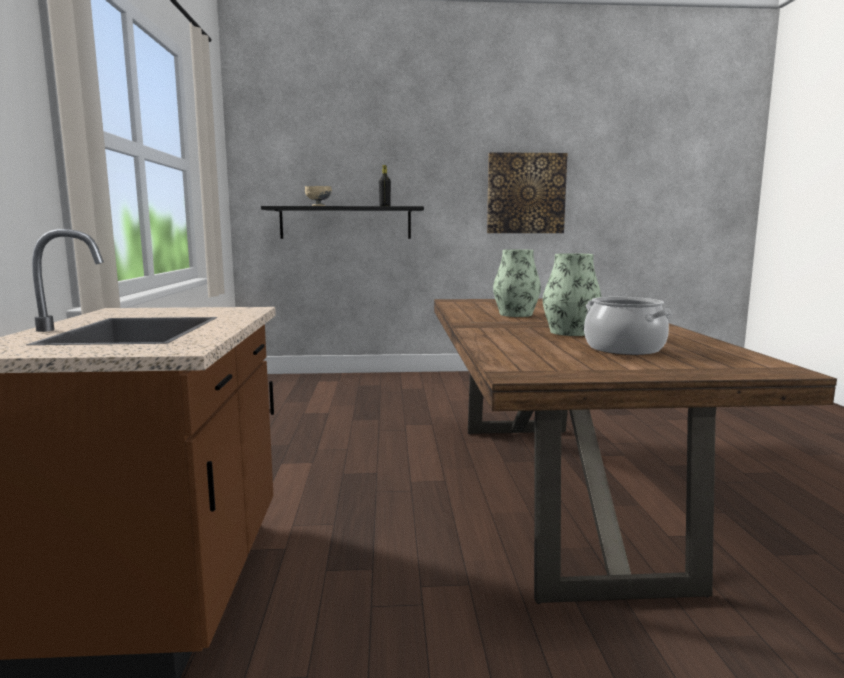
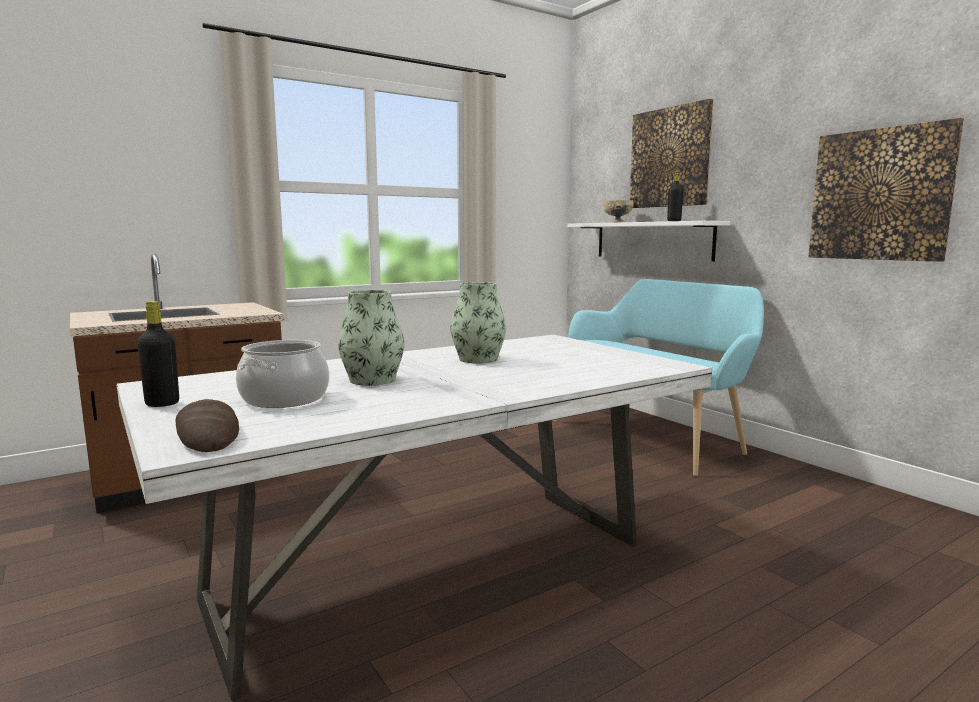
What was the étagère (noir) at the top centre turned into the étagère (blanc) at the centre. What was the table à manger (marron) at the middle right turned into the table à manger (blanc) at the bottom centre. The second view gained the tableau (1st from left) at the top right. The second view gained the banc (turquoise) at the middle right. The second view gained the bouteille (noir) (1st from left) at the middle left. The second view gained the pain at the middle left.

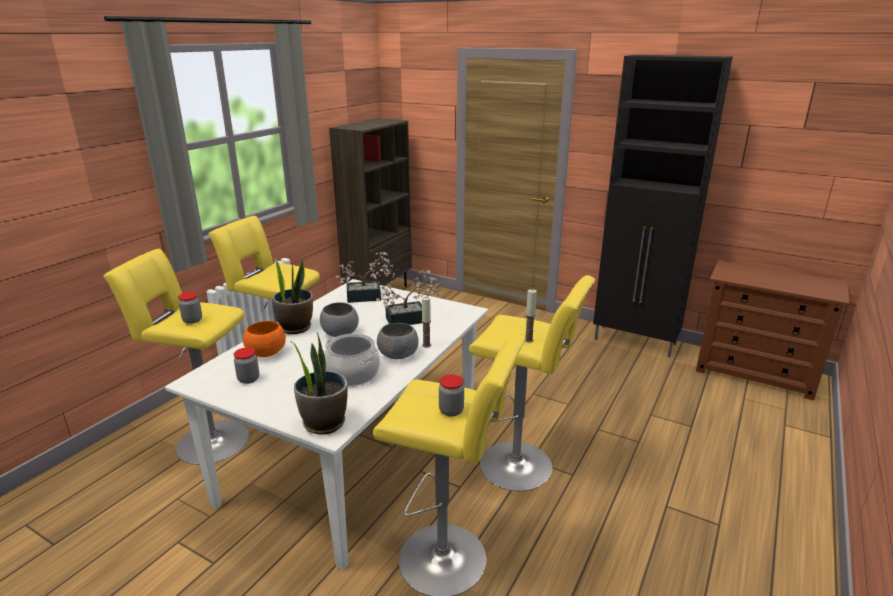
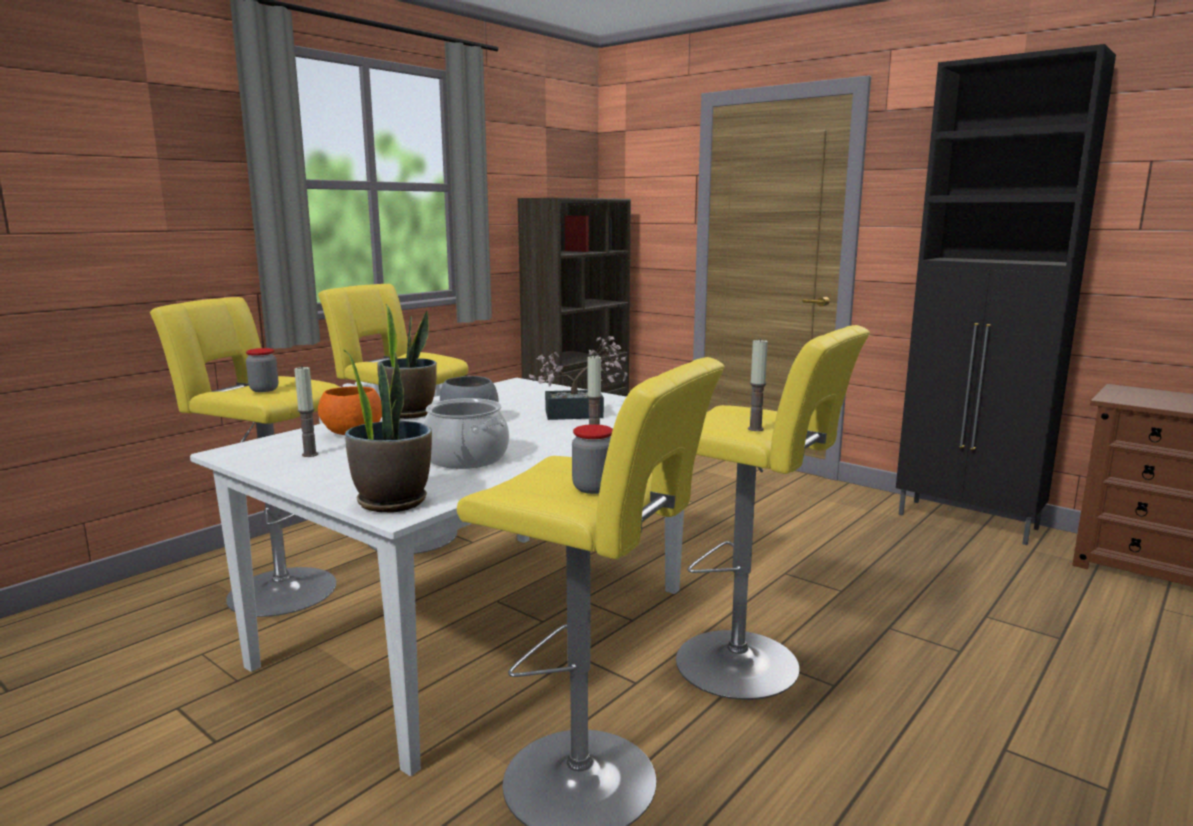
The second view lost the plante en pot (3rd from left) at the centre. The second view lost the bol (gris) (2nd from left) at the centre. Where the bocal (2nd from left) stood at the middle left, the bougie (1st from left) came to stand at the middle left.

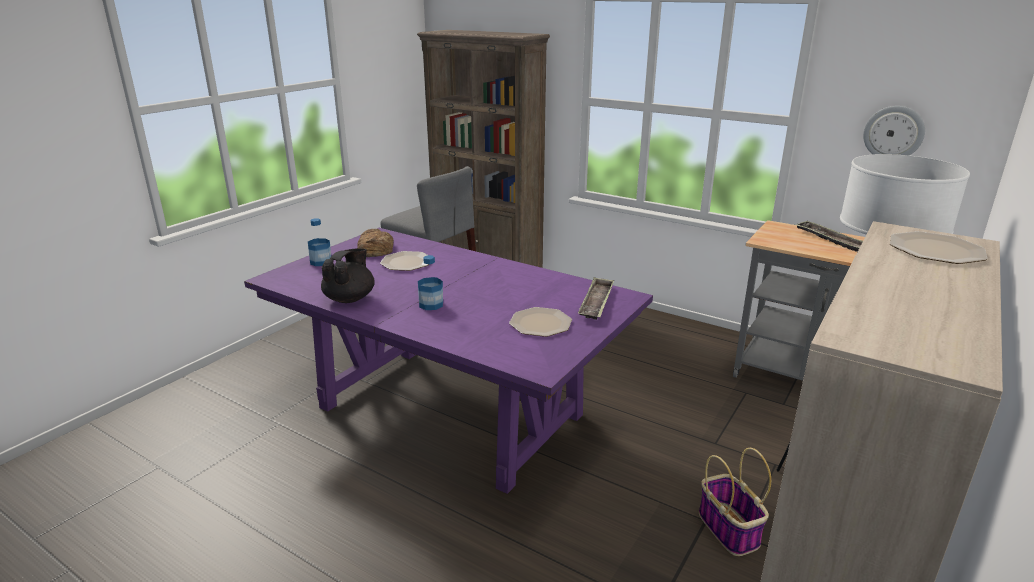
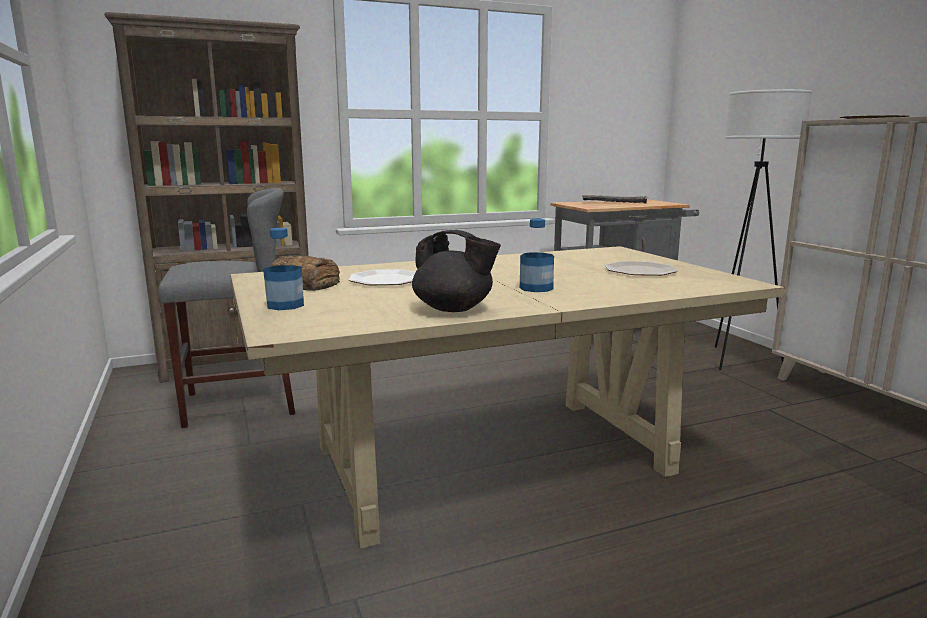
The second view lost the horloge murale at the top right. What was the table à manger (violet) at the centre turned into the table à manger (beige) at the centre. The théière (noir) at the centre ended up facing another way, 150 degrees clockwise from before. The second view lost the plateau (1st from left) at the centre. The second view lost the panier at the bottom right.

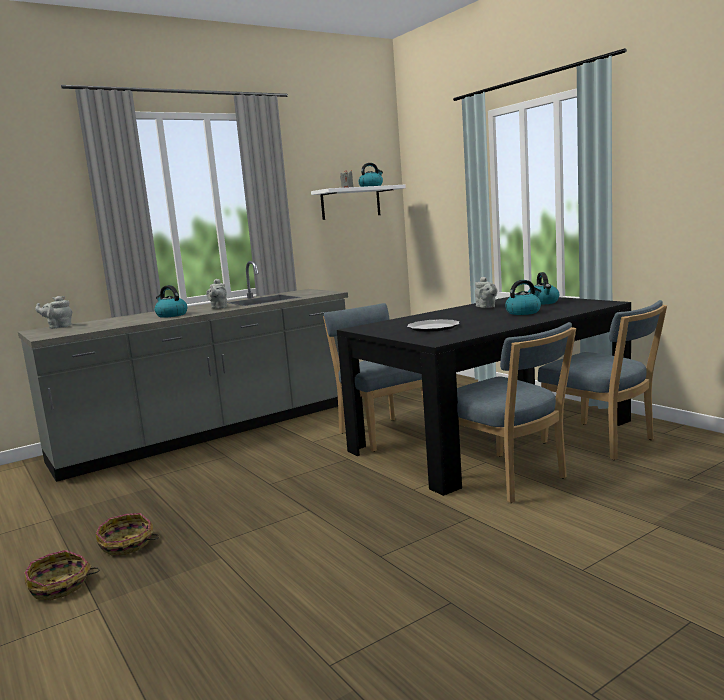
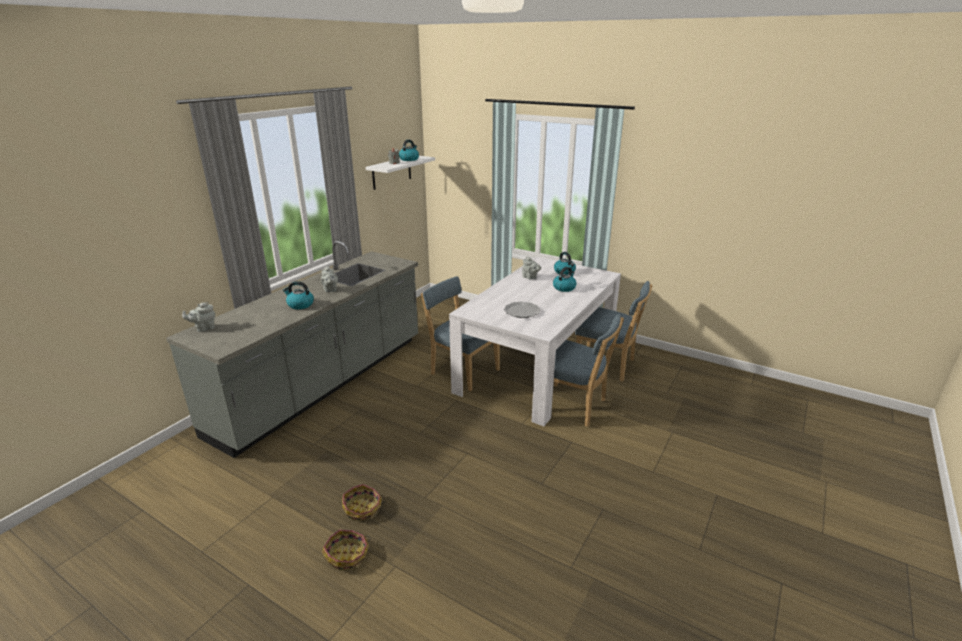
What was the table à manger (noir) at the middle right turned into the table à manger (blanc) at the centre.

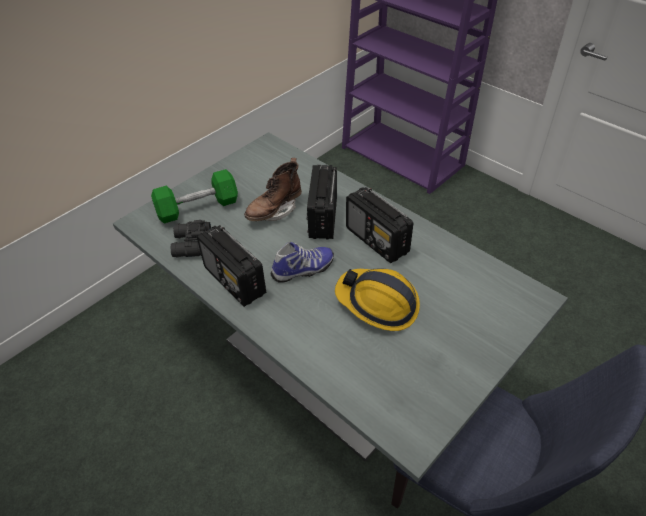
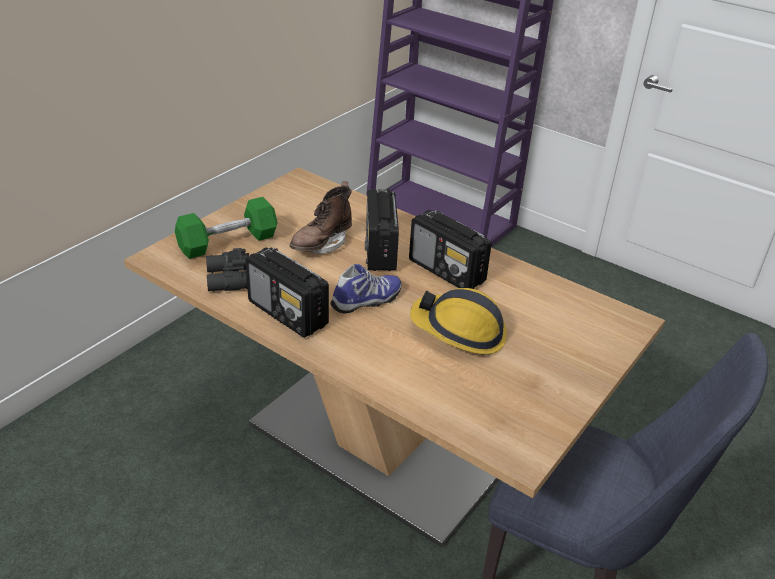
What was the table à manger (gris) at the centre turned into the table à manger (marron) at the centre.

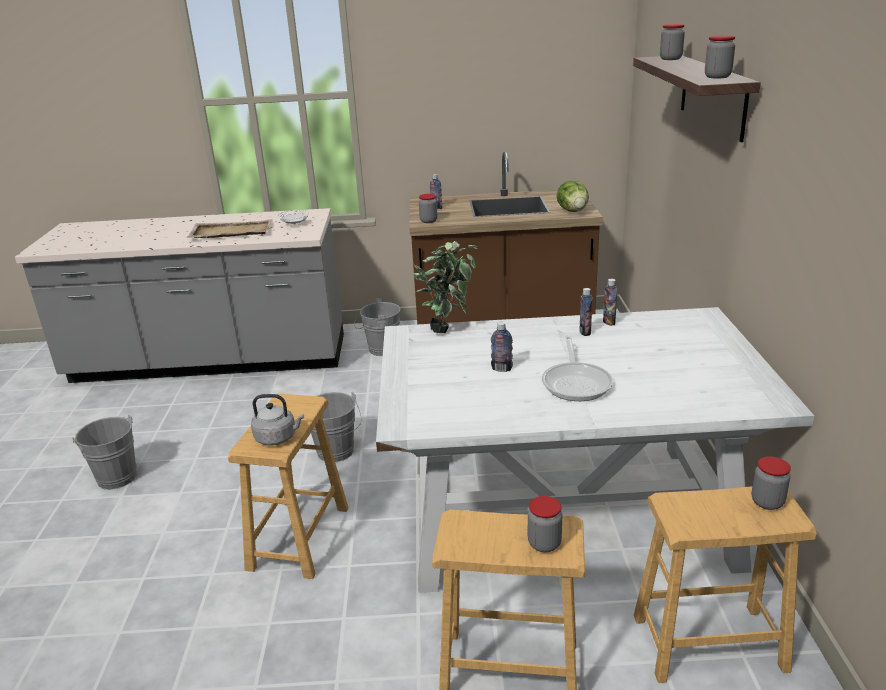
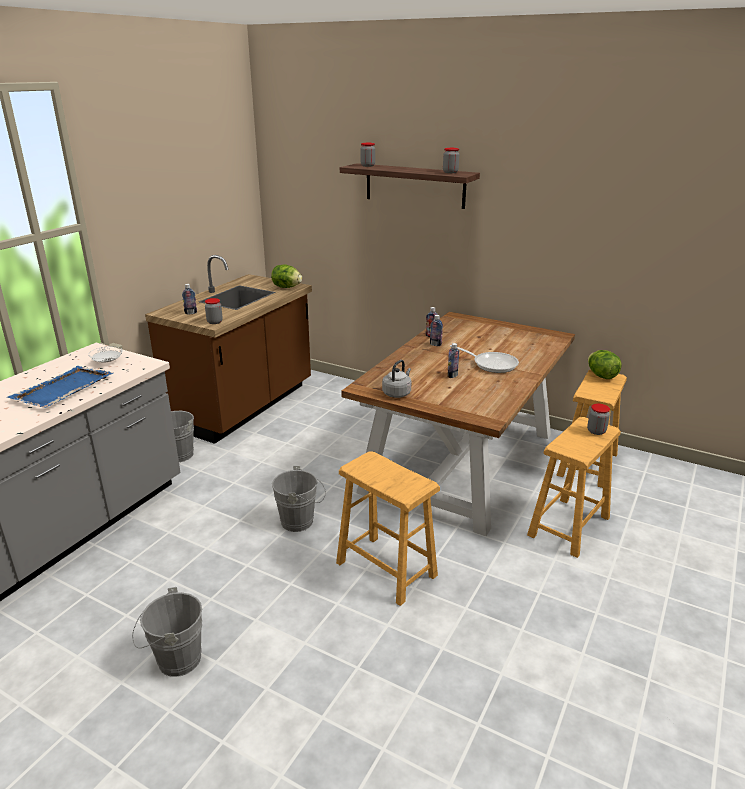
What was the plateau (beige) at the top left turned into the plateau (bleu) at the middle left. The second view lost the plante en pot at the centre. What was the table à manger (blanc) at the middle right turned into the table à manger (marron) at the centre. The bouilloire (gris) ended up elsewhere, having gone from the middle left to the centre. Where the bocal (5th from left) stood at the bottom right, the laitue (2nd from left) came to stand at the middle right.

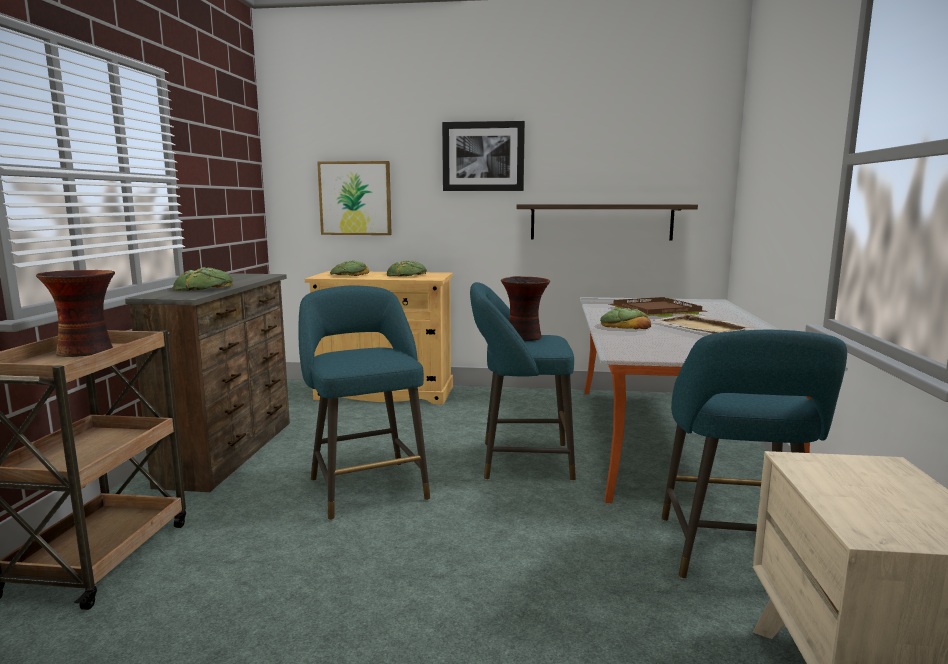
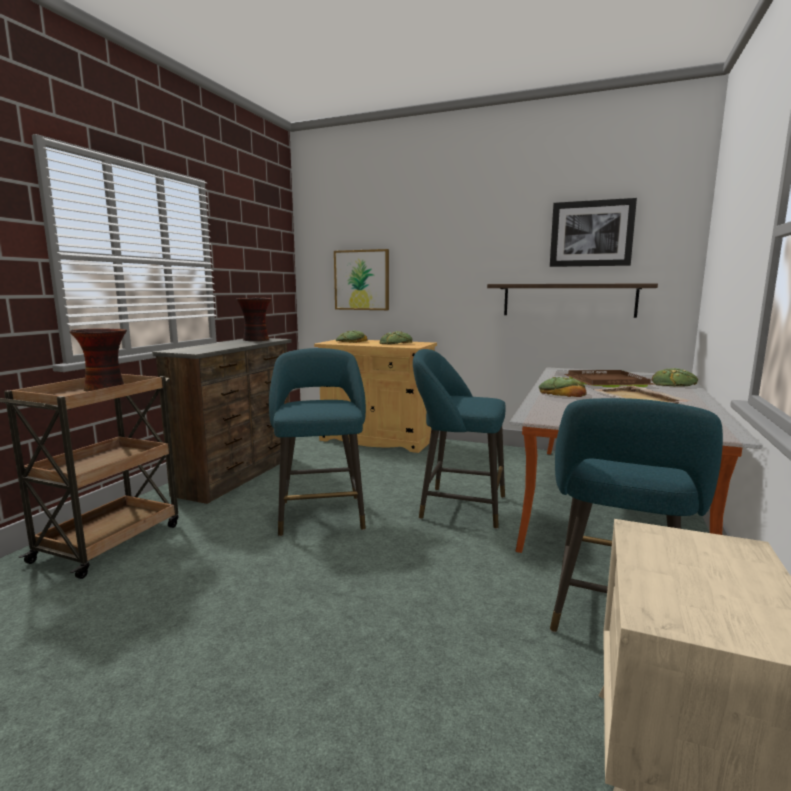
The tableau (2nd from left) ended up elsewhere, having gone from the top centre to the top right. The pain (1st from left in the first image) ended up elsewhere, having gone from the middle left to the middle right. The vase (2nd from left) ended up elsewhere, having gone from the centre to the middle left.

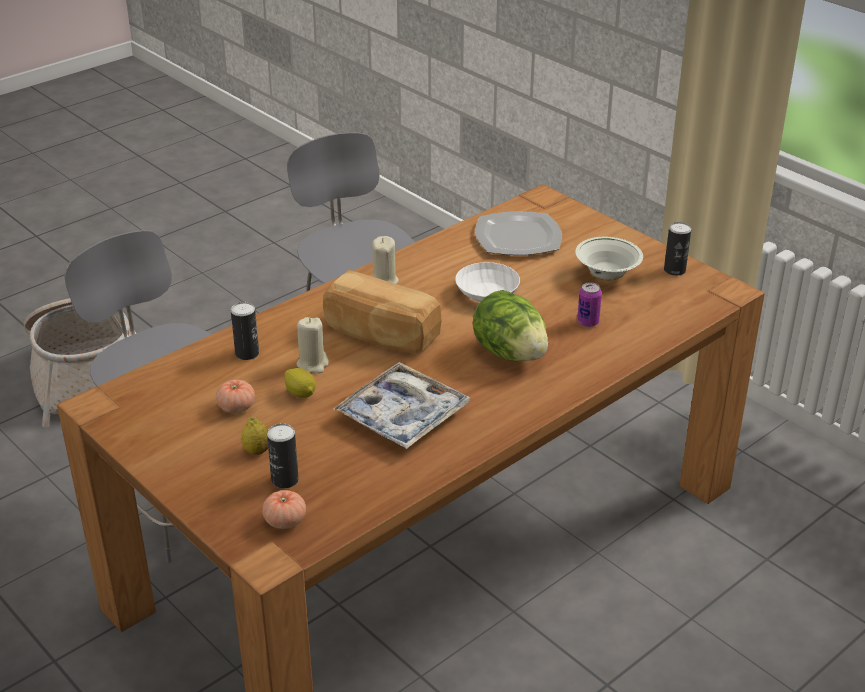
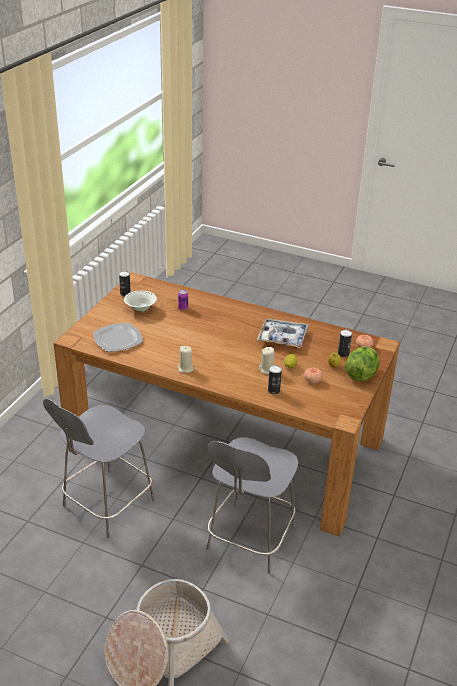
The second view lost the bol (blanc) (1st from left) at the centre. The second view lost the pain at the centre. The laitue ended up elsewhere, having gone from the centre to the middle right.

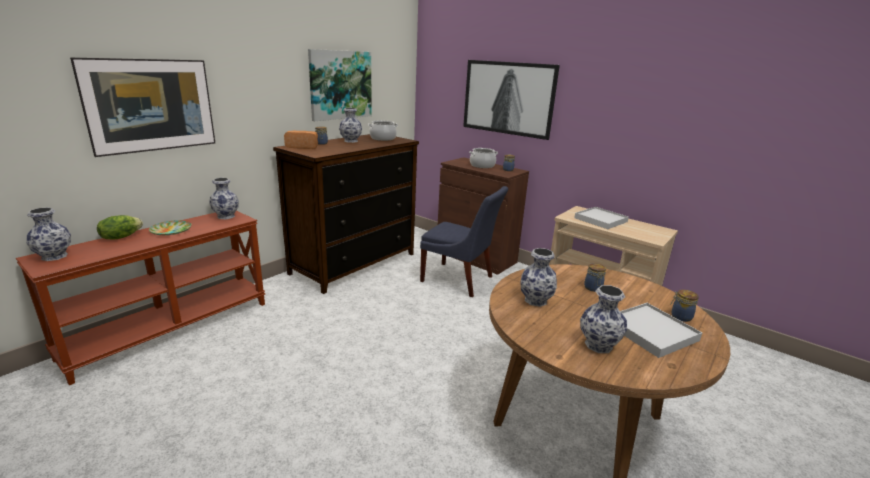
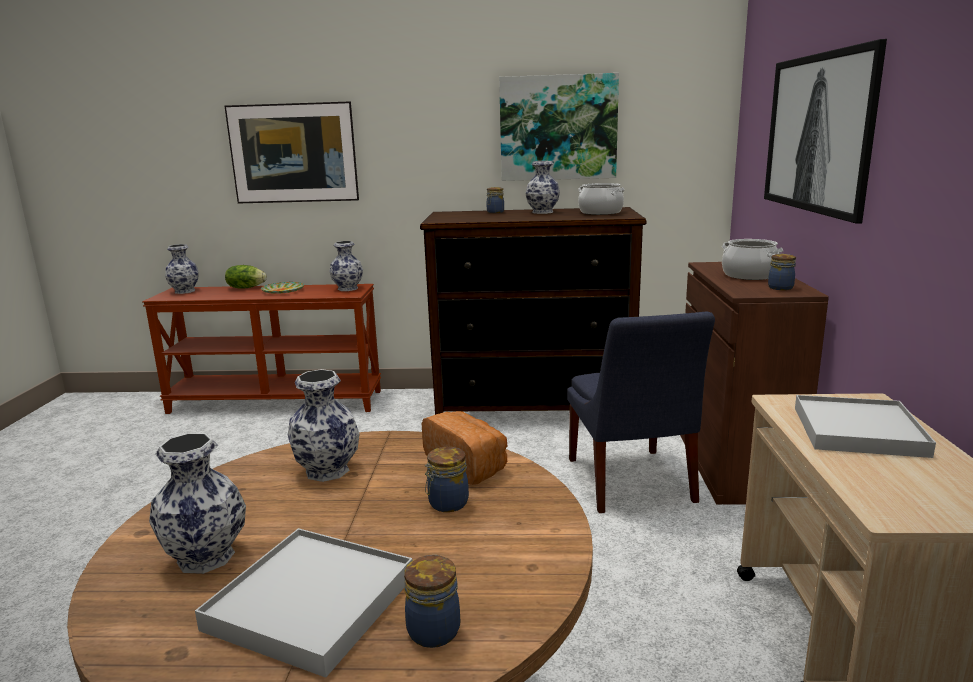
The pain ended up elsewhere, having gone from the top centre to the centre.

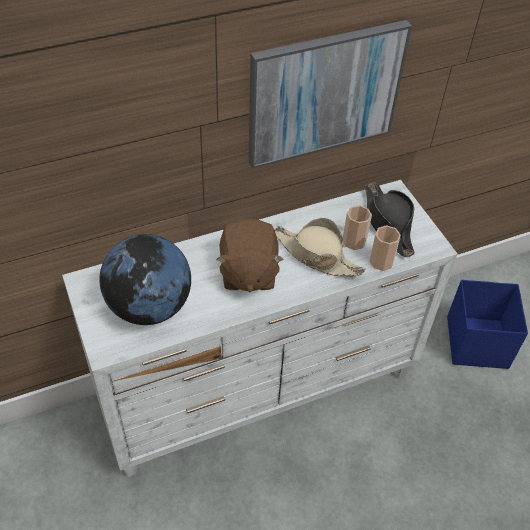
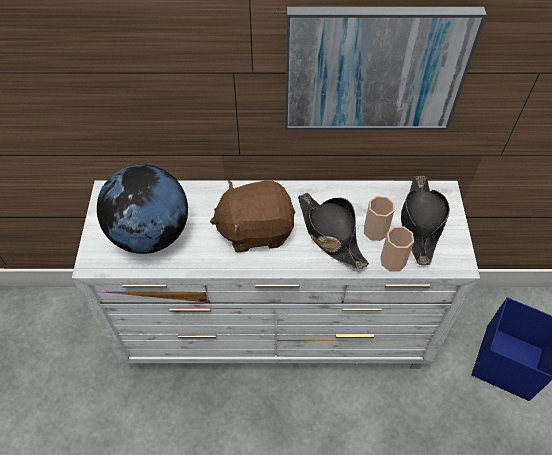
What was the chapeau (beige) at the centre turned into the chapeau (noir) (1st from left) at the centre. The peluche (marron) at the centre ended up facing another way, 60 degrees clockwise from before.

